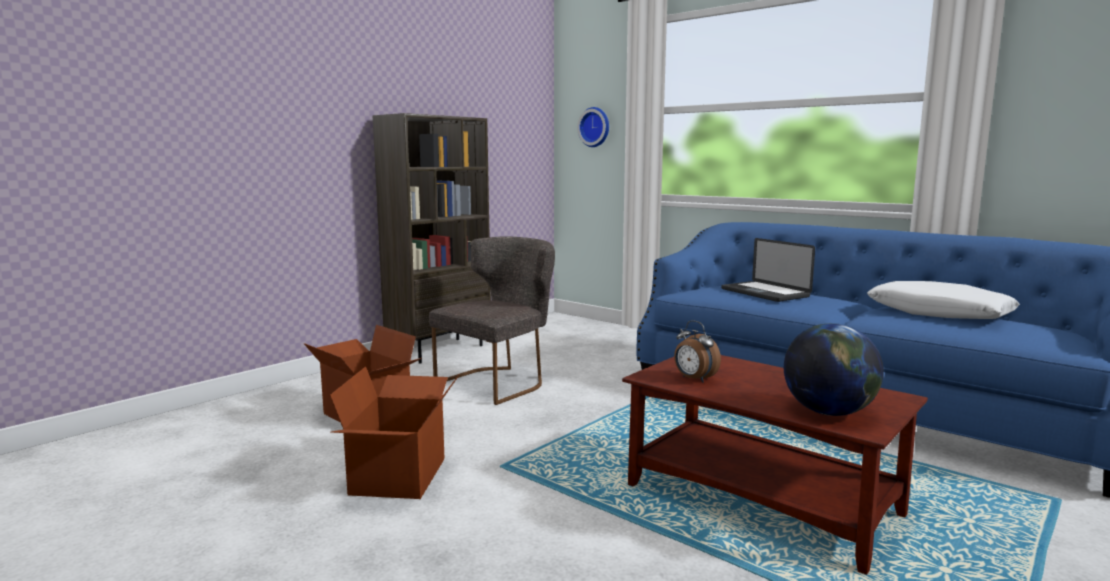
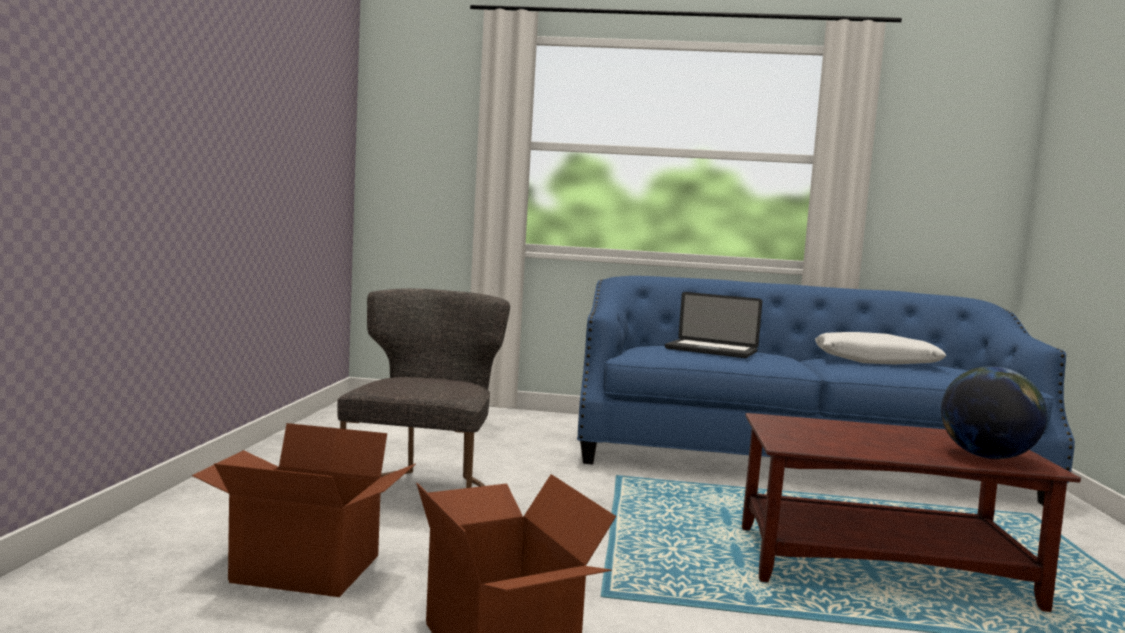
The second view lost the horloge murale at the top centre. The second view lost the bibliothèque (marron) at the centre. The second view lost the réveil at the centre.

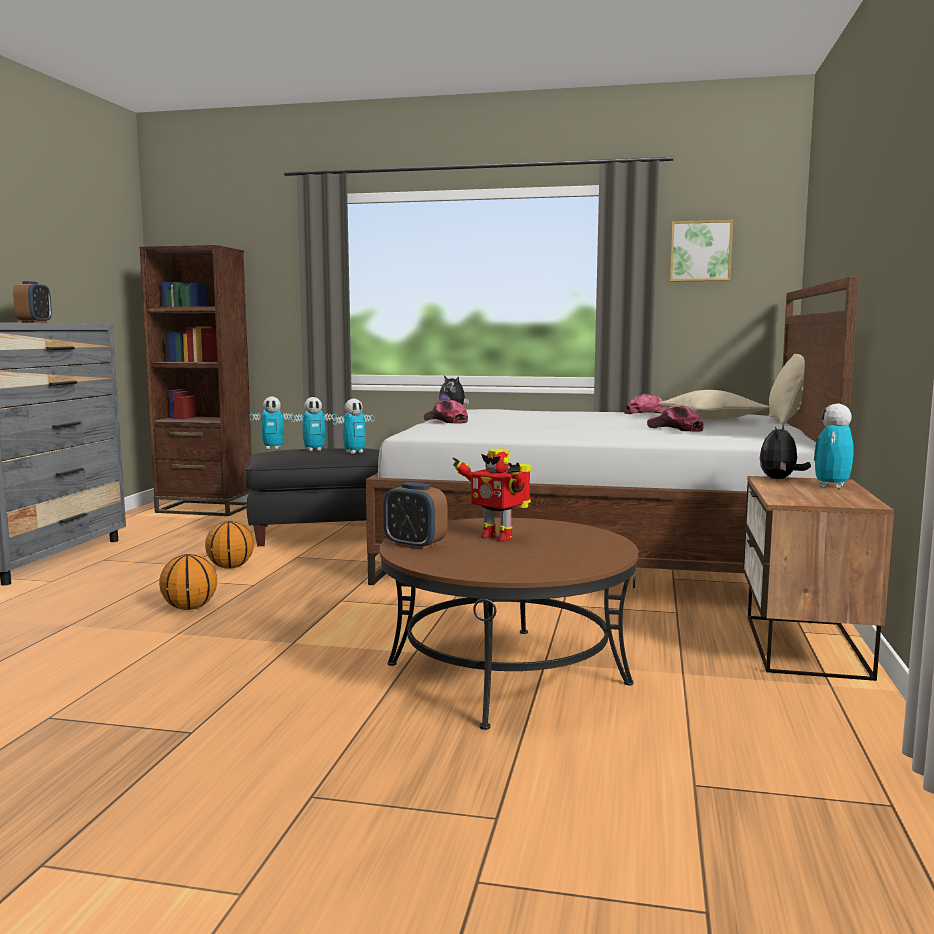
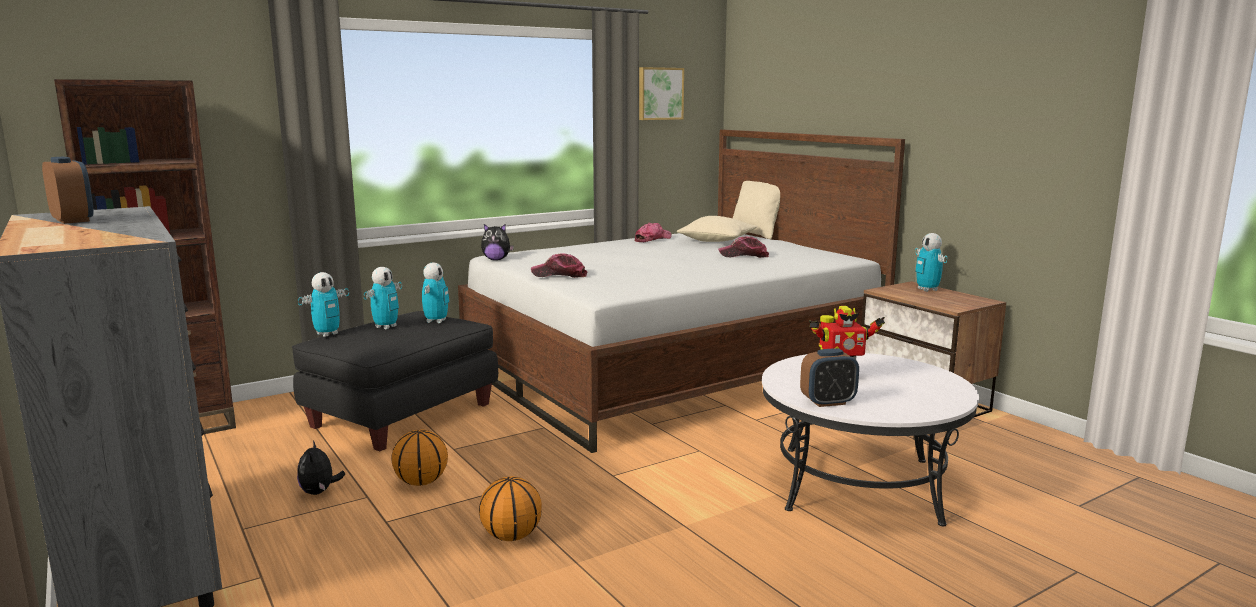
The peluche (2nd from left in the first image) ended up elsewhere, having gone from the middle right to the bottom left. What was the table basse (marron) at the bottom centre turned into the table basse (blanc) at the bottom right.

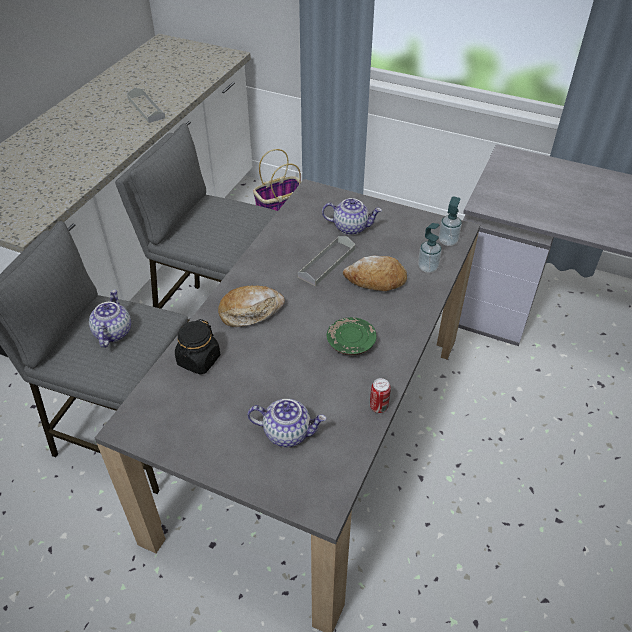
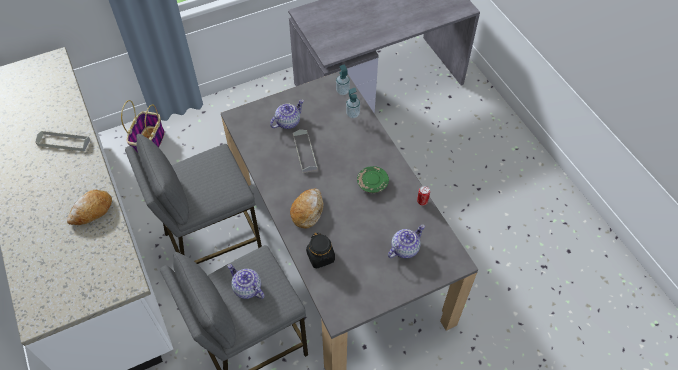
The pain (2nd from left in the first image) ended up elsewhere, having gone from the centre to the middle left.

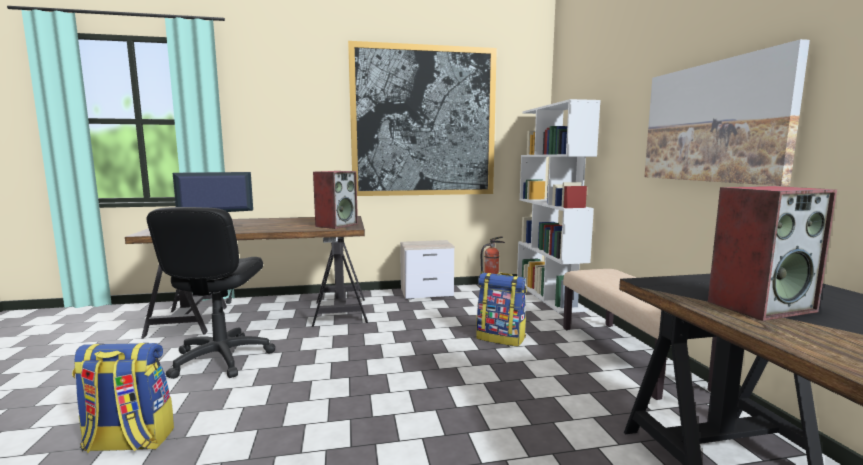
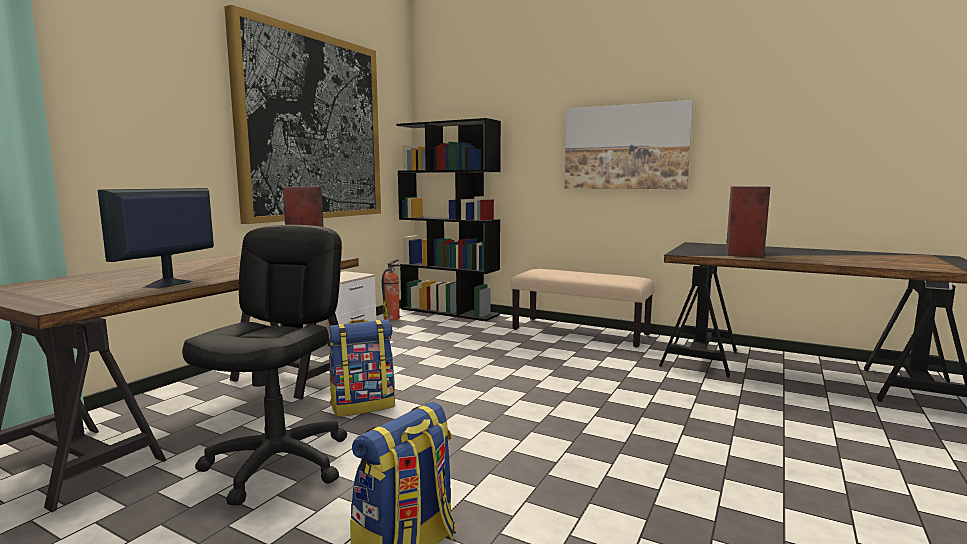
What was the bibliothèque (blanc) at the centre turned into the bibliothèque (noir) at the centre. The chaise de bureau (noir) at the middle left ended up facing another way, 120 degrees counterclockwise from before. The sac à dos (2nd from left in the first image) ended up elsewhere, having gone from the centre to the bottom centre.

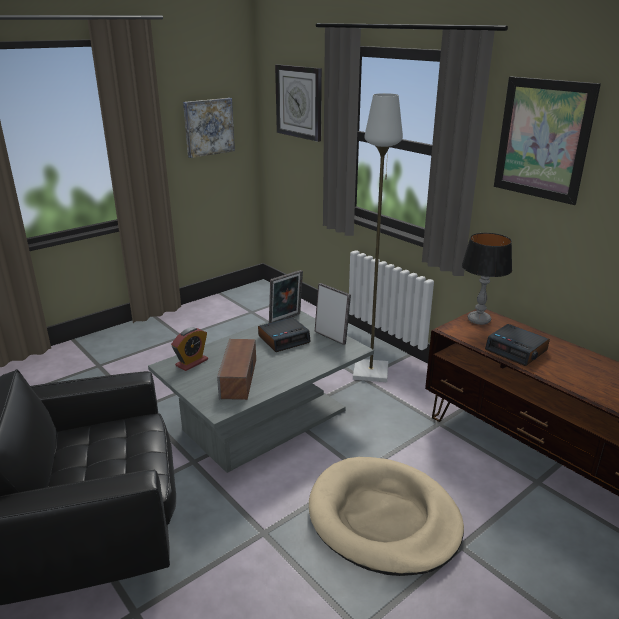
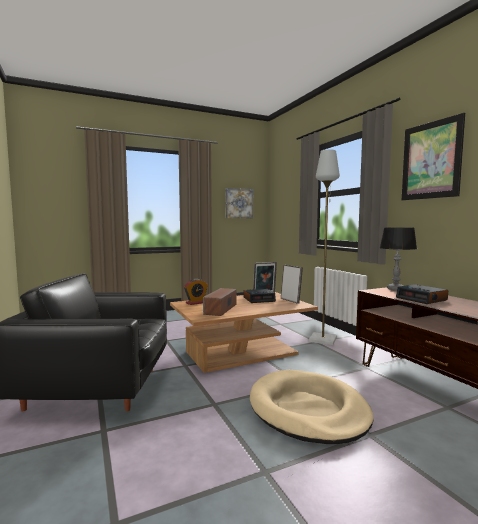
The second view lost the horloge murale at the top centre. What was the table basse (gris) at the centre turned into the table basse (marron) at the centre.

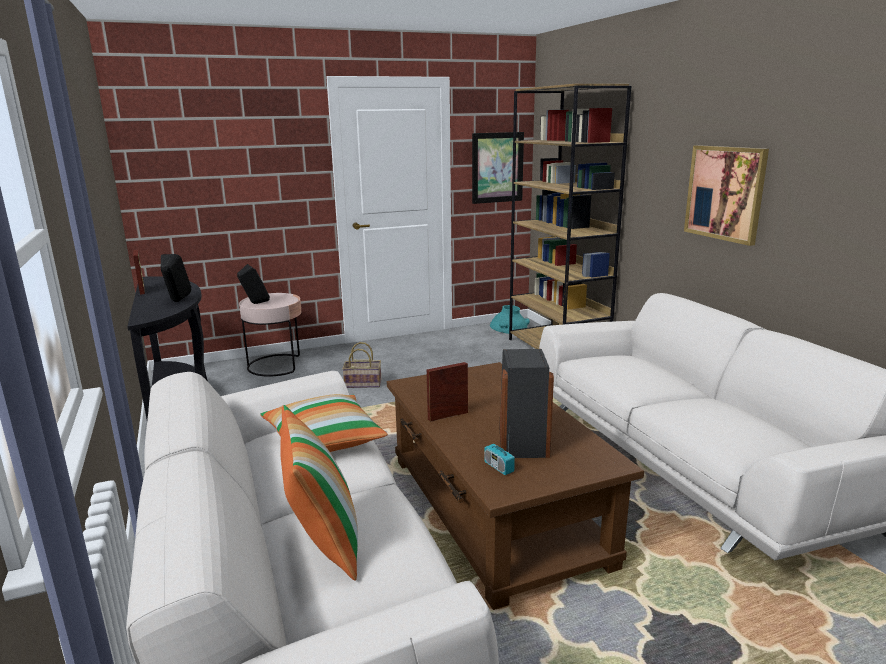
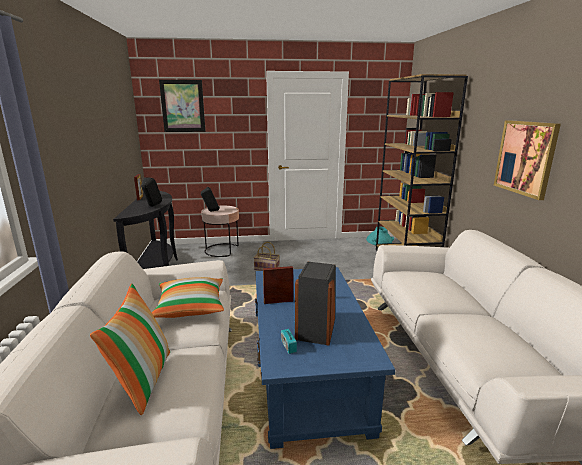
The tableau (1st from left) ended up elsewhere, having gone from the top centre to the top left. What was the table basse (marron) at the bottom centre turned into the table basse (bleu) at the bottom centre.

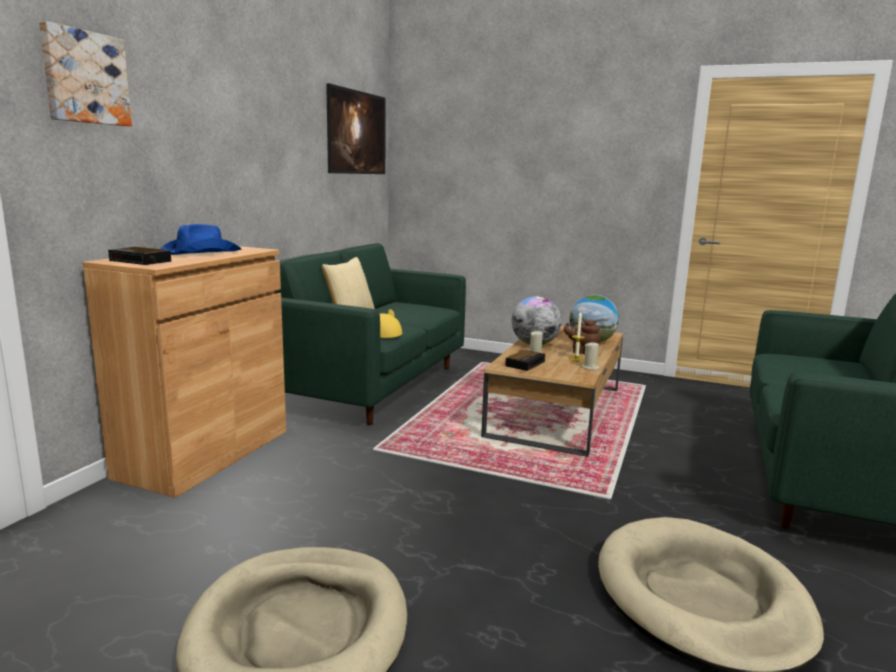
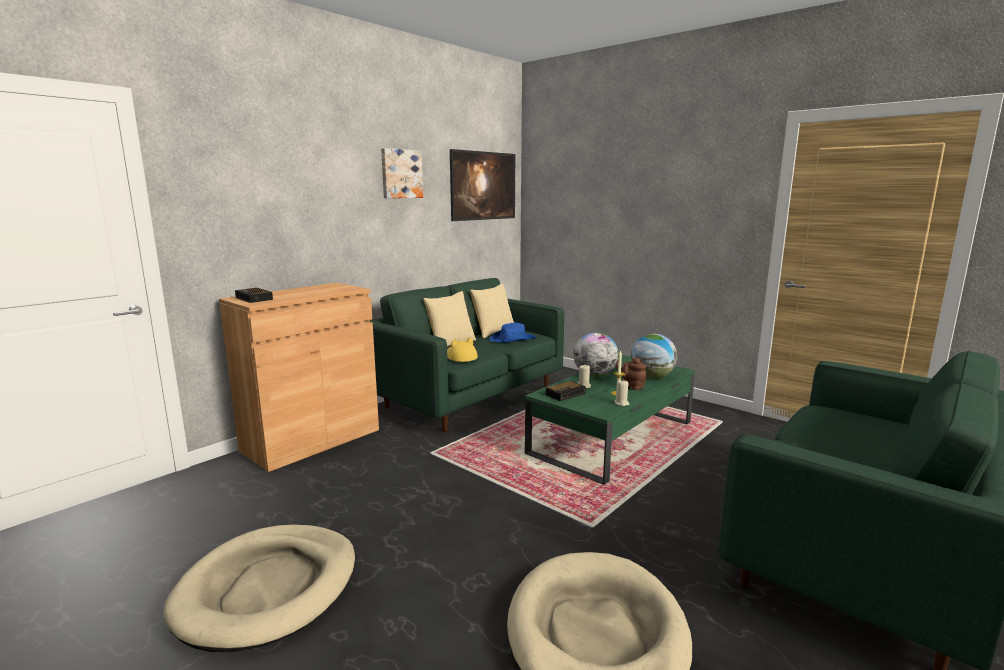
The tableau (1st from left) ended up elsewhere, having gone from the top left to the top centre. The chapeau (bleu) ended up elsewhere, having gone from the middle left to the centre. What was the table basse (marron) at the centre turned into the table basse (vert) at the centre. The second view gained the coussin (2nd from left) at the centre.

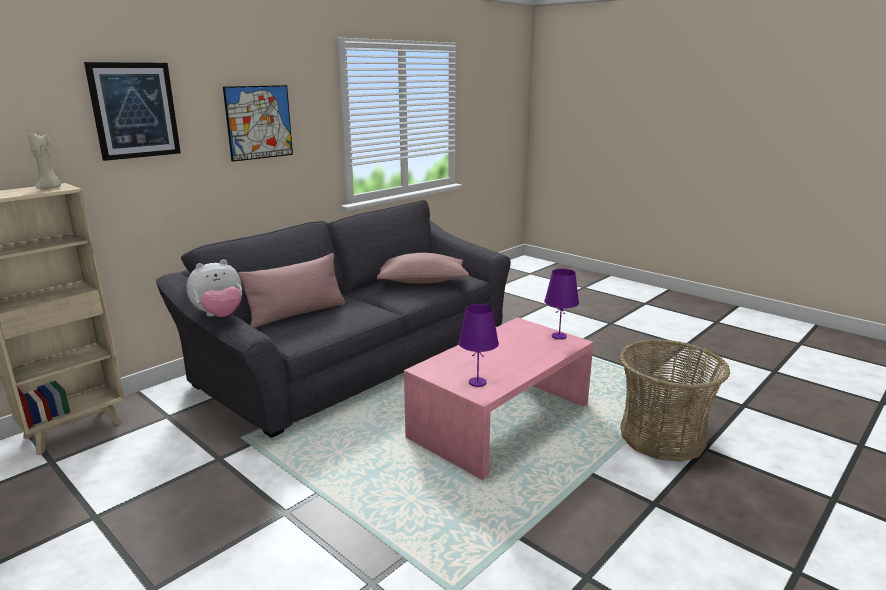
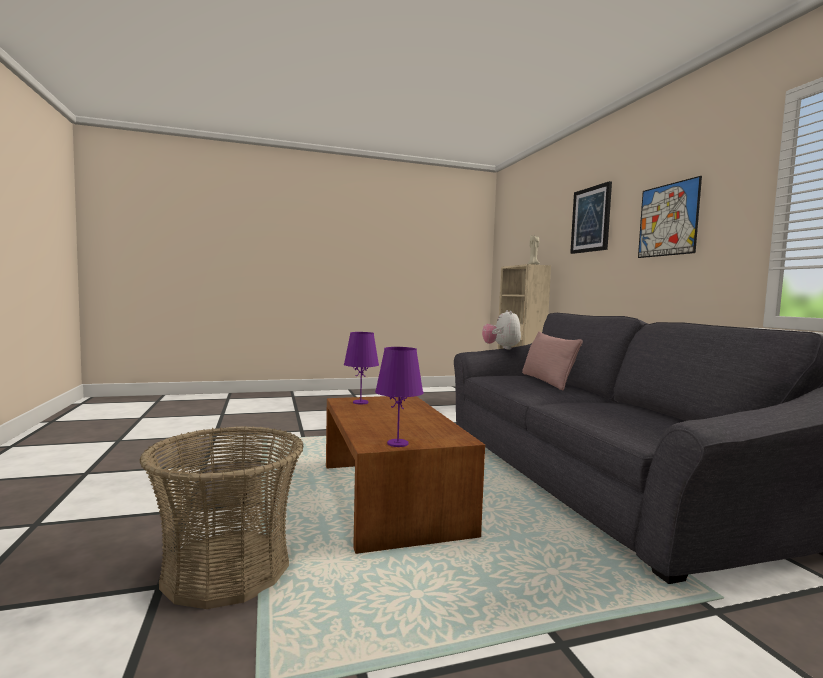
The second view lost the coussin (rose) (2nd from left) at the centre. What was the table basse (rose) at the bottom centre turned into the table basse (marron) at the bottom centre.

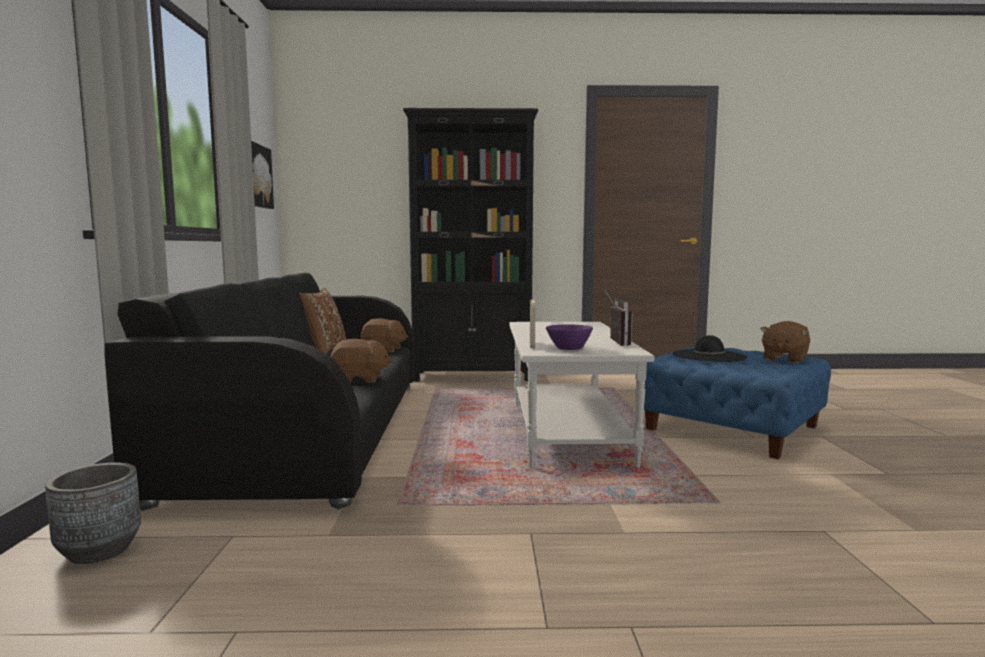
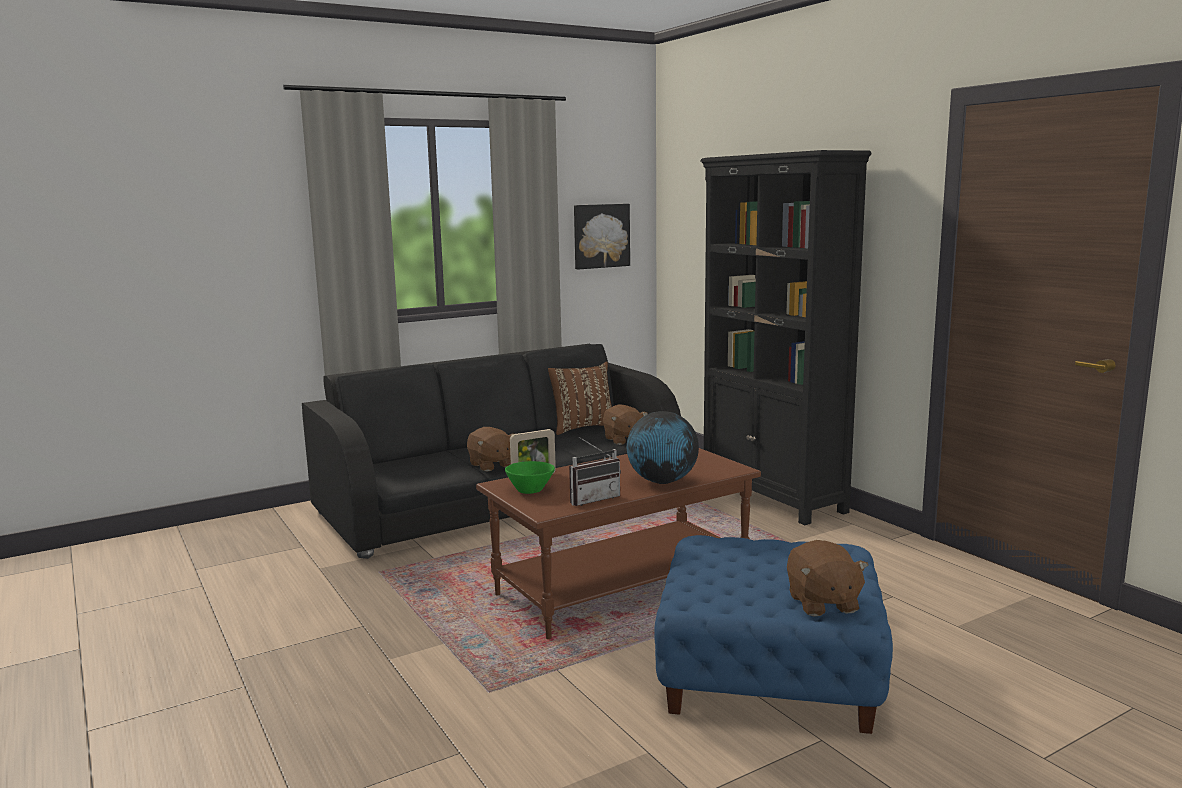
The peluche (marron) (3rd from left) at the middle right ended up facing another way, 105 degrees counterclockwise from before. What was the table basse (blanc) at the centre turned into the table basse (marron) at the bottom centre. What was the bol (violet) at the centre turned into the bol (vert) at the centre. The second view lost the chapeau (noir) at the middle right. The second view lost the cache-pot (gris) at the bottom left. The second view gained the globe at the centre.

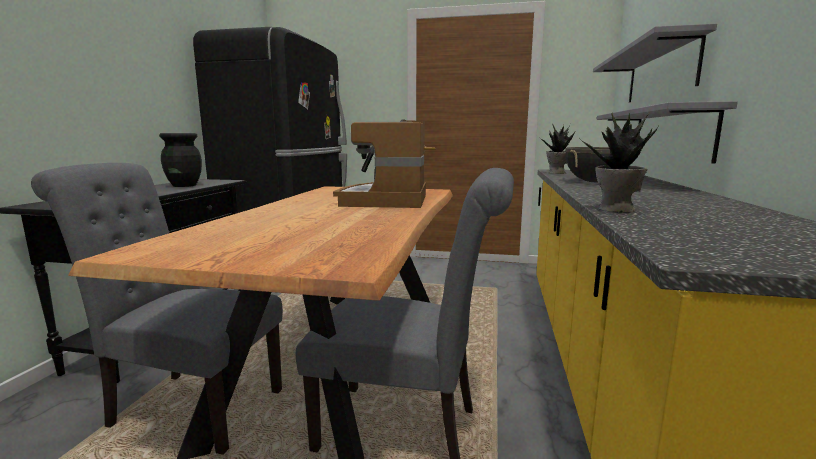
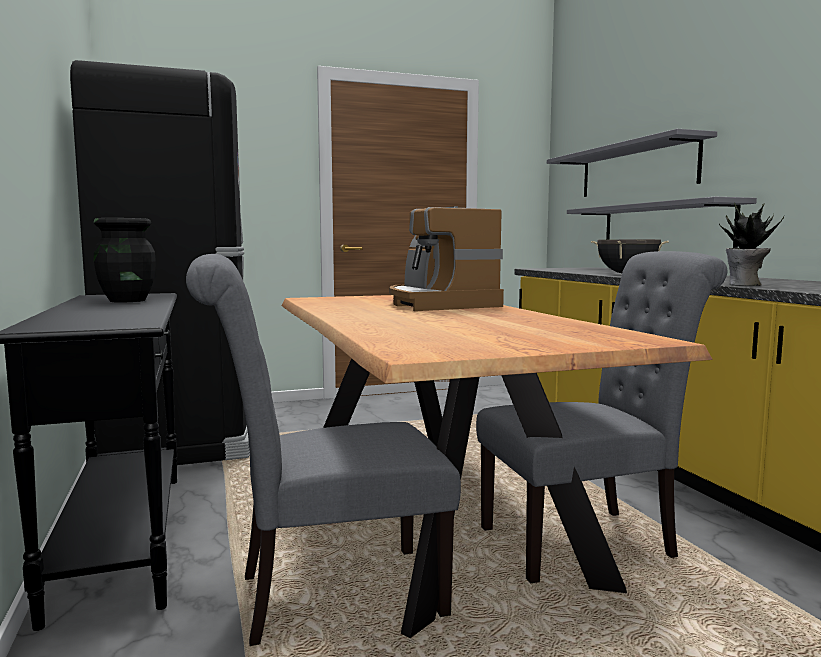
The second view lost the plante en pot (1st from left) at the top right.

